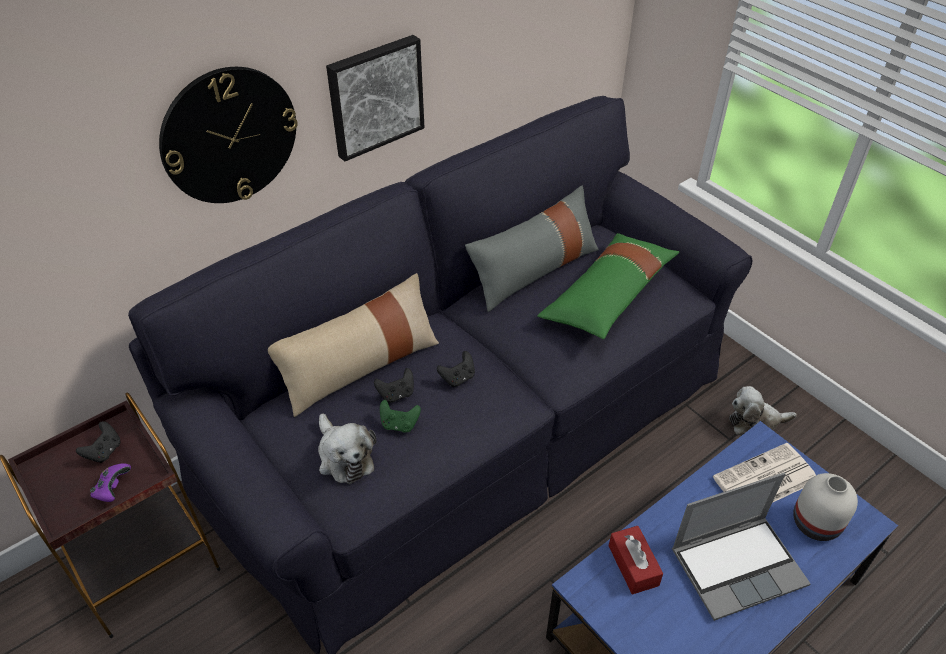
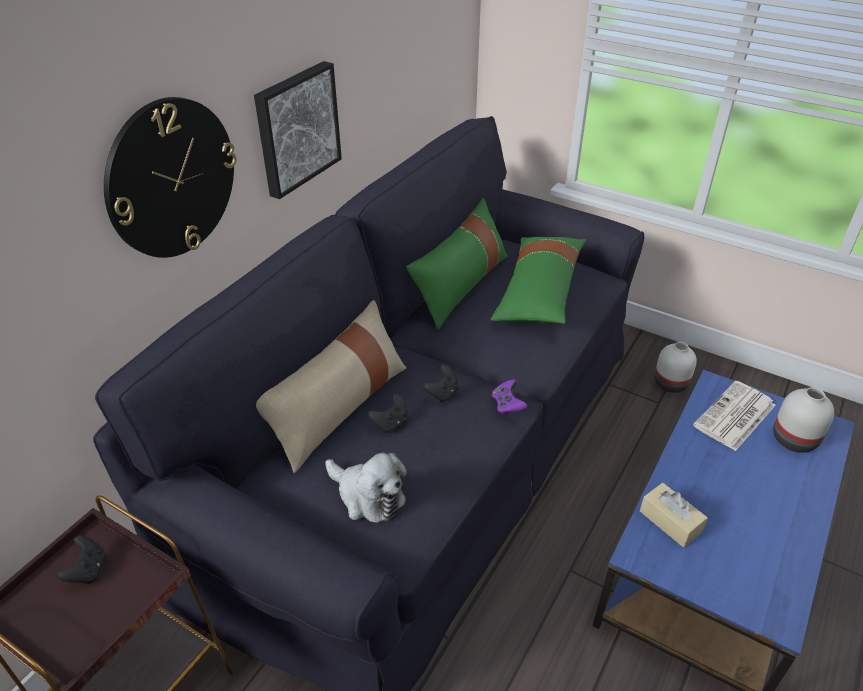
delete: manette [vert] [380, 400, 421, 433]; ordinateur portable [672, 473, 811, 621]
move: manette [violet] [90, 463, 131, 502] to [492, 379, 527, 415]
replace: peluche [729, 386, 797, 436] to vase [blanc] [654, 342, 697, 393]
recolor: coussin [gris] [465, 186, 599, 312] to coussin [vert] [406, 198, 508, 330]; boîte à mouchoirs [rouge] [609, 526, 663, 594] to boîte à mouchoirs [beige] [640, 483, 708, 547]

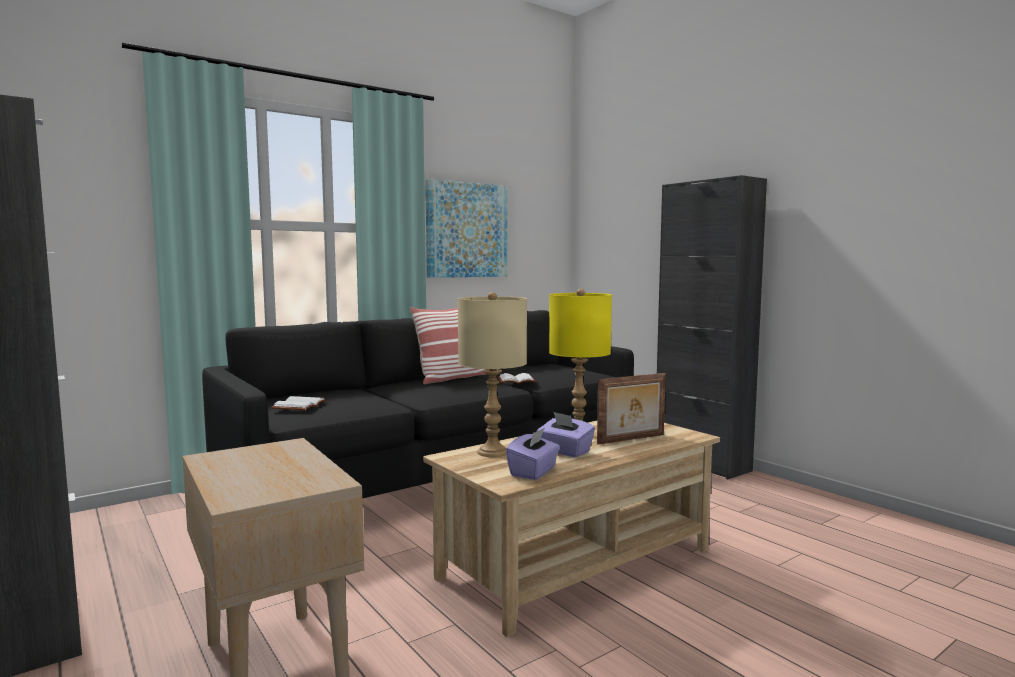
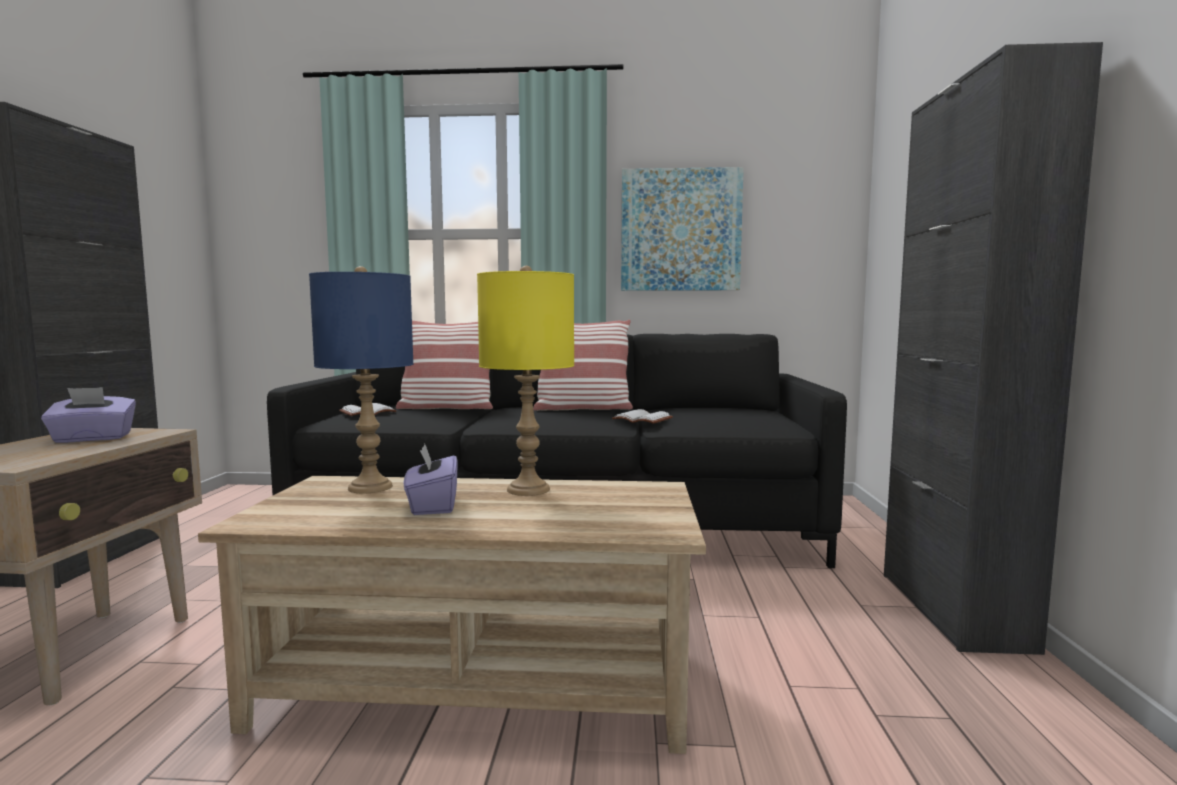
delete: cadre photo [597, 373, 666, 445]
insert: coussin [396, 321, 493, 409]
move: boîte à mouchoirs [violet] [506, 428, 560, 480] to [41, 387, 136, 443]
recolor: lampe de table [beige] [458, 292, 527, 457] to lampe de table [bleu] [309, 266, 414, 493]

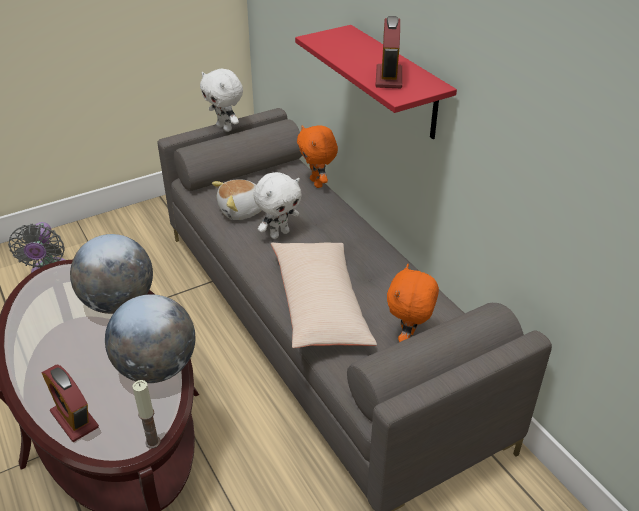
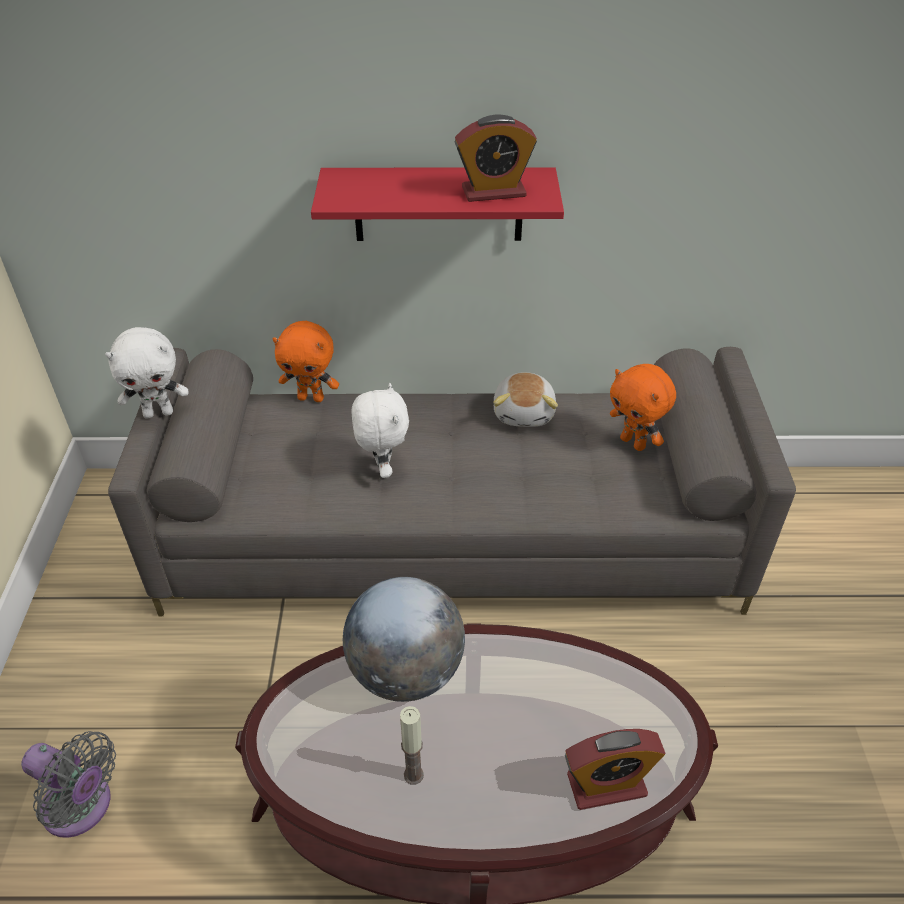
delete: globe [105, 294, 195, 383]; coussin [beige] [271, 242, 377, 348]
move: bougie [132, 380, 161, 448] to [400, 706, 424, 785]; peluche [212, 179, 262, 220] to [493, 372, 558, 427]
rotate: réveil [375, 16, 402, 88] = [455, 114, 537, 202] 45 degrees counterclockwise

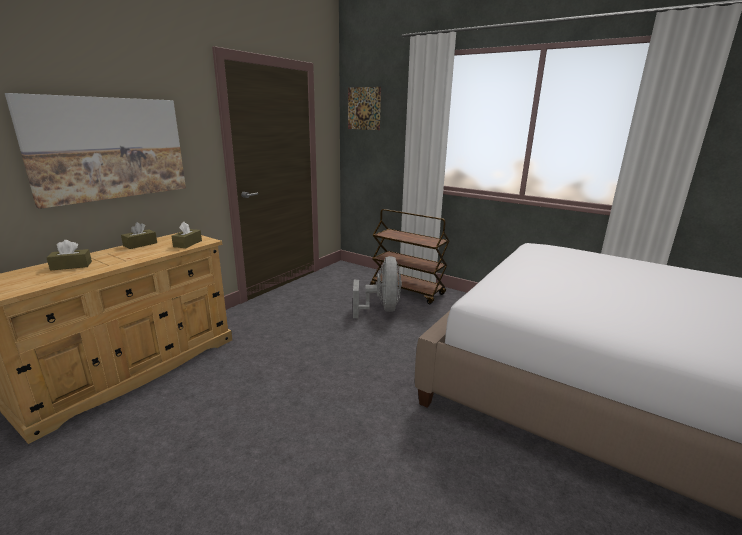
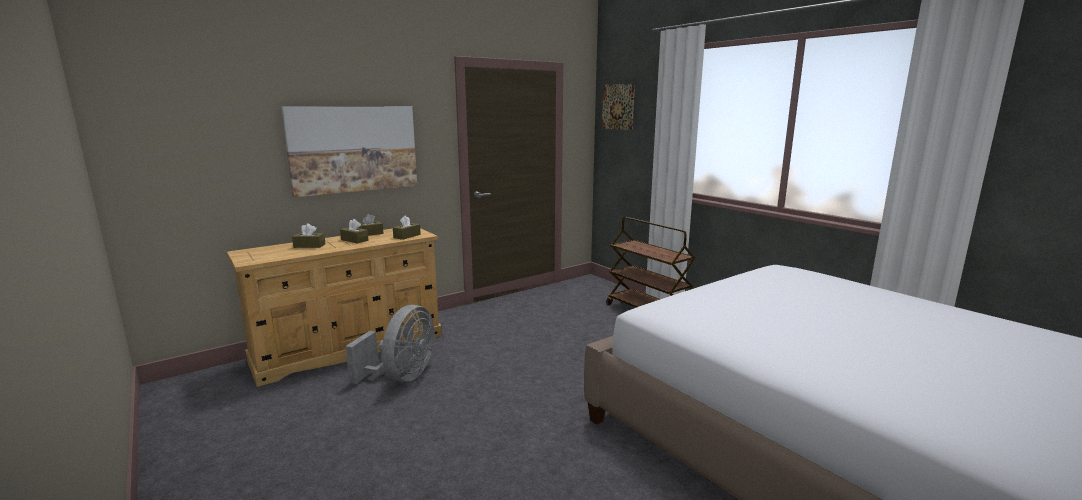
insert: boîte à mouchoirs [marron] [340, 219, 369, 244]
move: ventilateur [gris] [353, 256, 402, 318] to [345, 305, 434, 384]

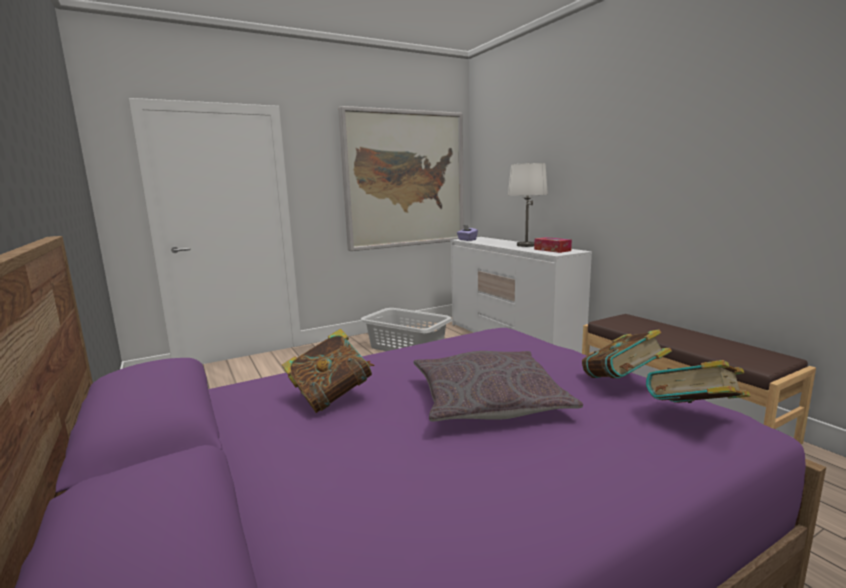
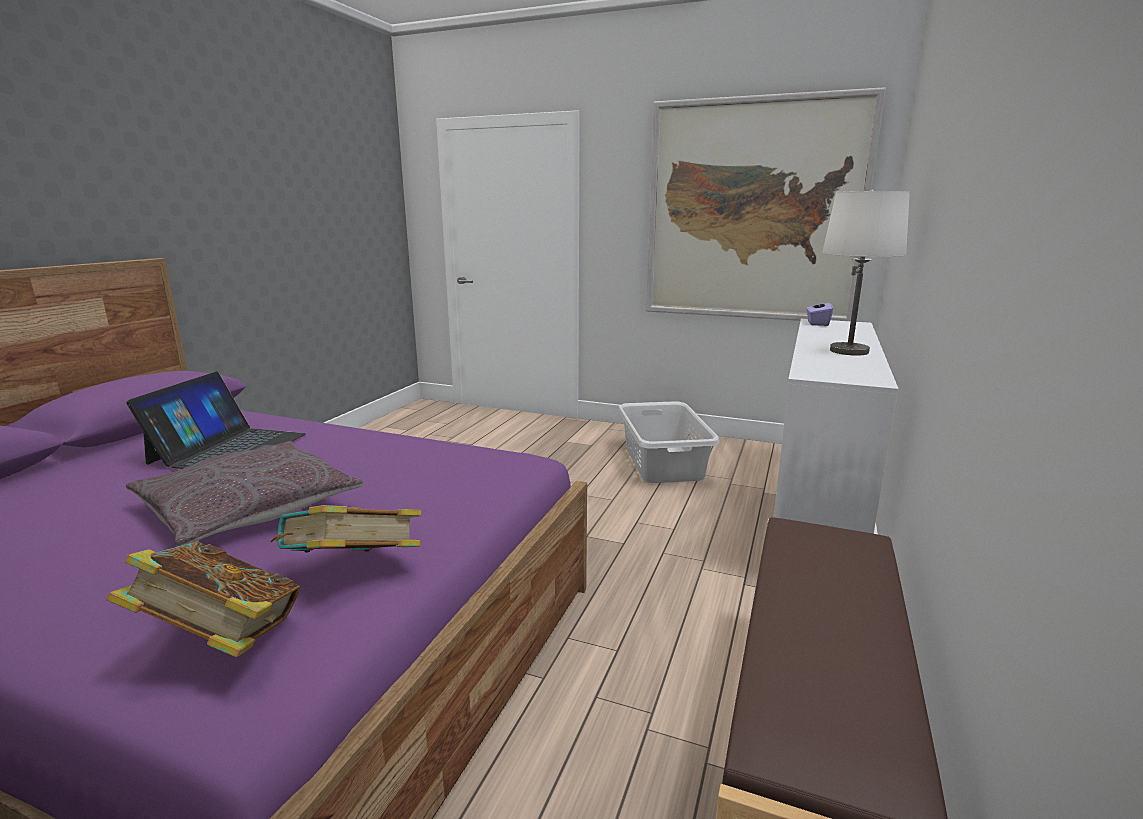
delete: boîte à mouchoirs [534, 237, 572, 253]
replace: livre [282, 329, 375, 413] to ordinateur portable [126, 372, 306, 469]

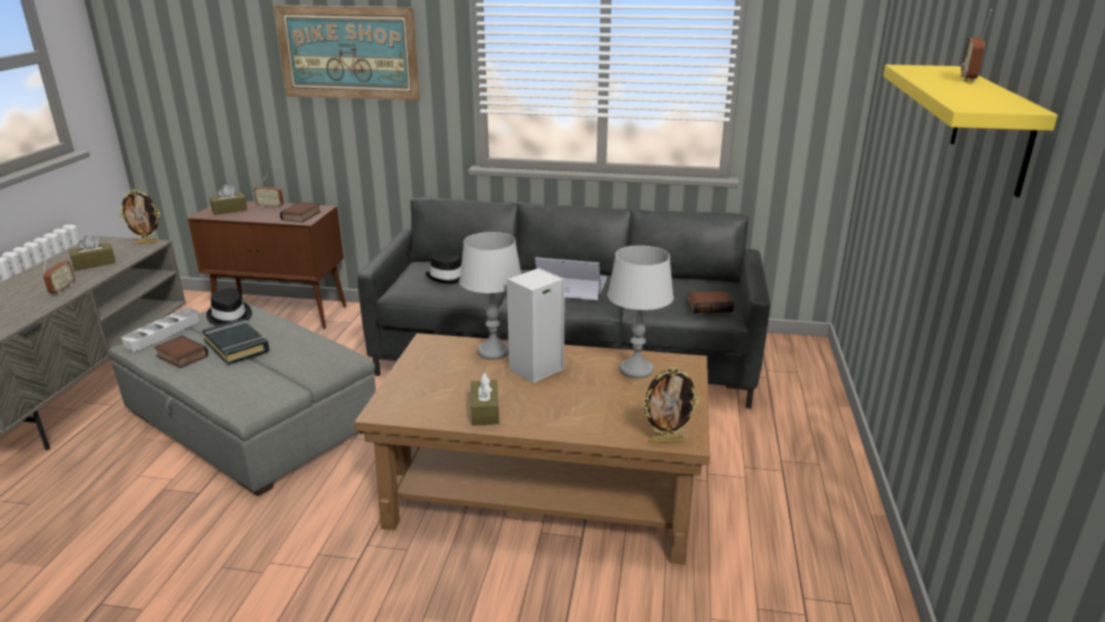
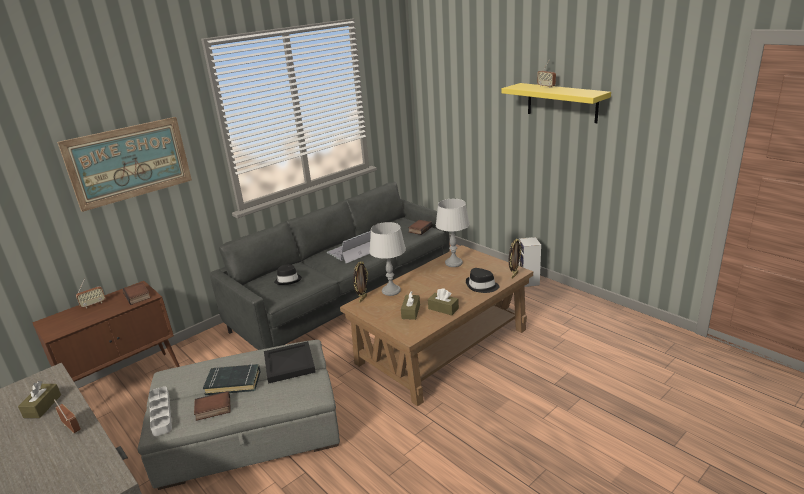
insert: plateau [noir] [264, 341, 316, 384]
move: cadre photo [119, 189, 160, 244] to [353, 261, 368, 303]; chapeau [noir] [206, 288, 252, 326] to [466, 268, 500, 293]; boîte à mouchoirs [marron] [210, 184, 247, 215] to [401, 291, 420, 320]; enceinte [507, 268, 565, 384] to [519, 237, 541, 287]

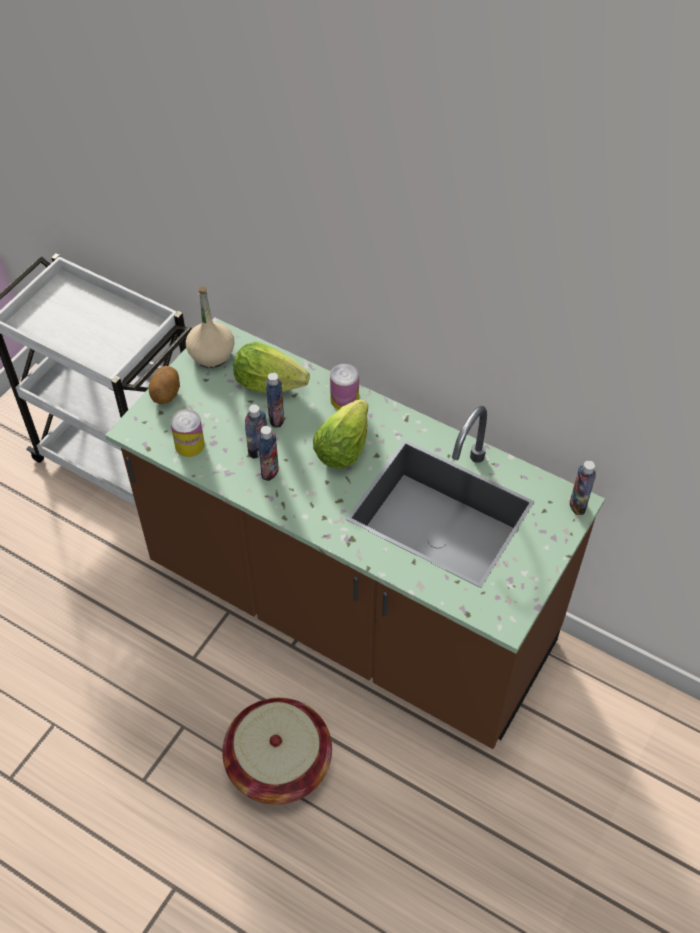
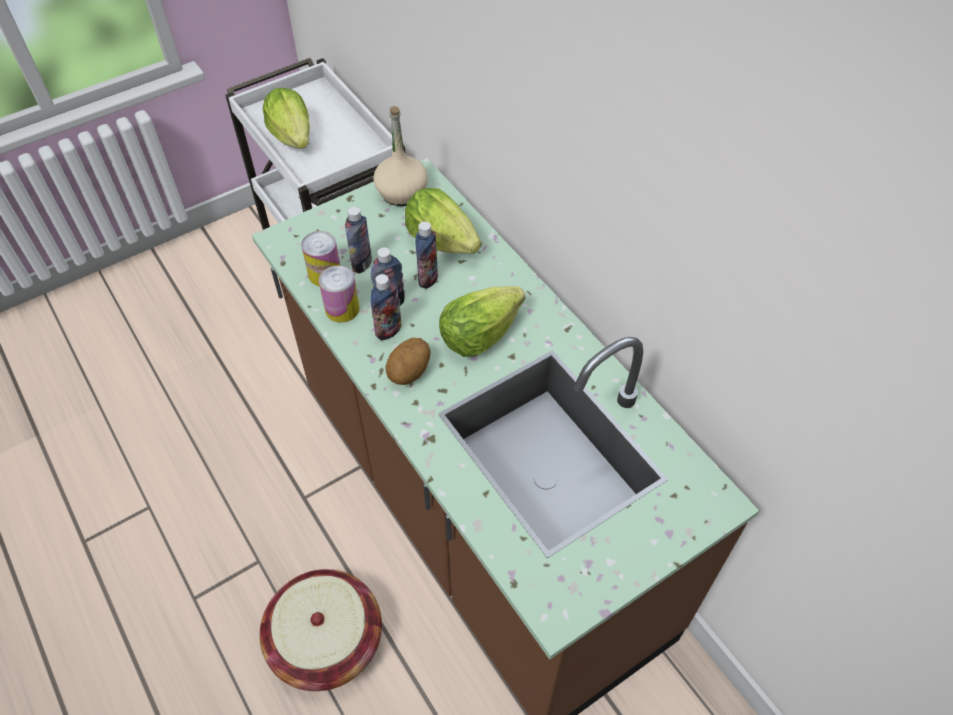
insert: laitue [263, 88, 310, 149]
move: pomme de terre [149, 366, 180, 404] to [385, 338, 431, 385]; boîte métallique [330, 364, 359, 410] to [319, 266, 360, 323]; bouteille [570, 461, 596, 515] to [345, 207, 372, 274]

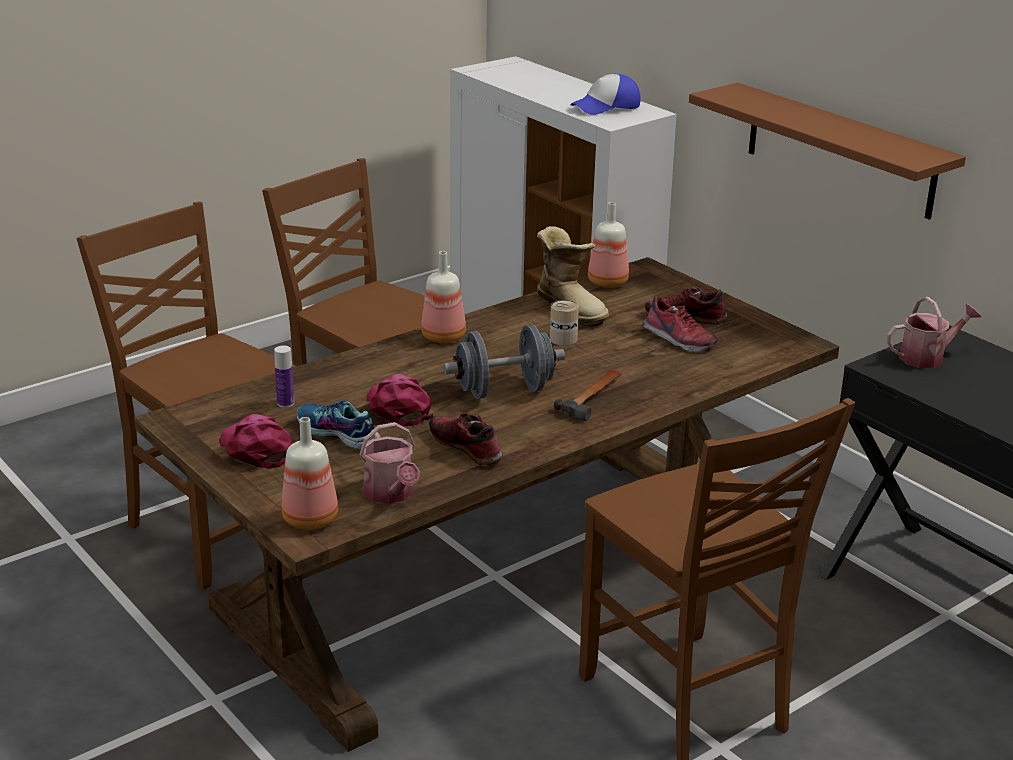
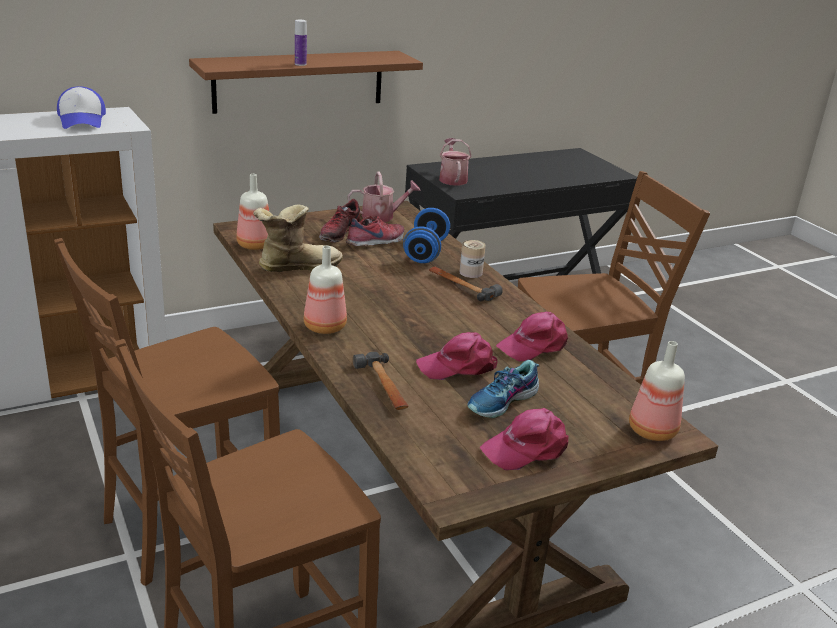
delete: haltère [gris] [443, 325, 565, 399]
insert: marteau [352, 352, 409, 410]; haltère [bleu] [403, 208, 450, 263]
move: bouteille [274, 346, 294, 408] to [295, 20, 307, 66]; arrosoir [359, 422, 420, 504] to [348, 172, 421, 222]; boîte métallique [550, 300, 579, 346] to [459, 240, 486, 278]
replace: chaussure [429, 413, 504, 465] to casquette [rose] [496, 312, 568, 362]

